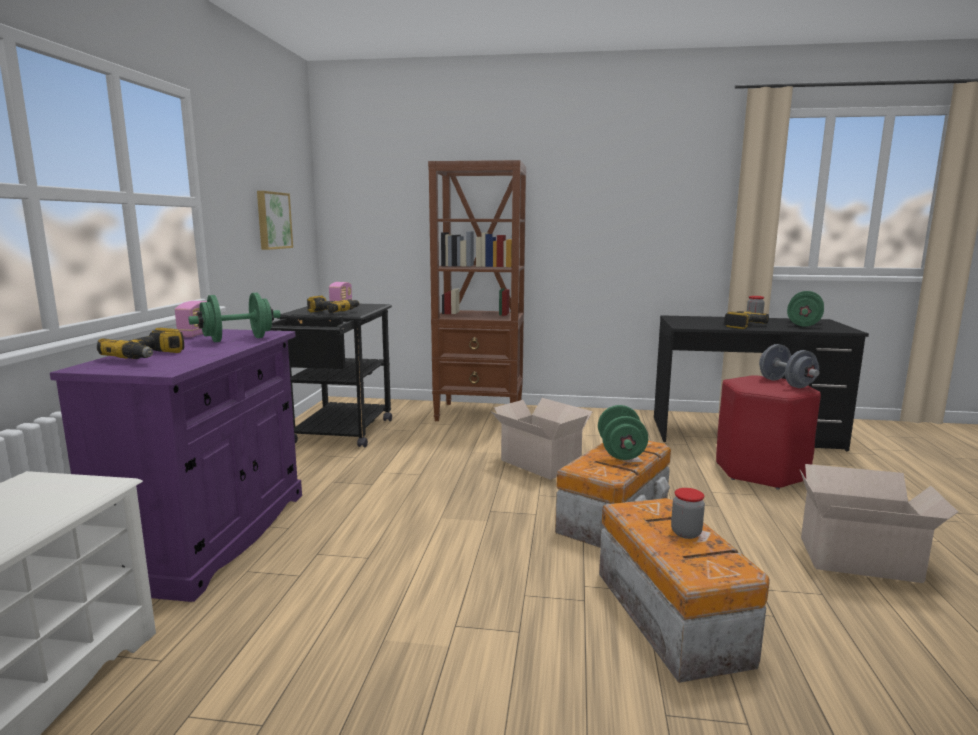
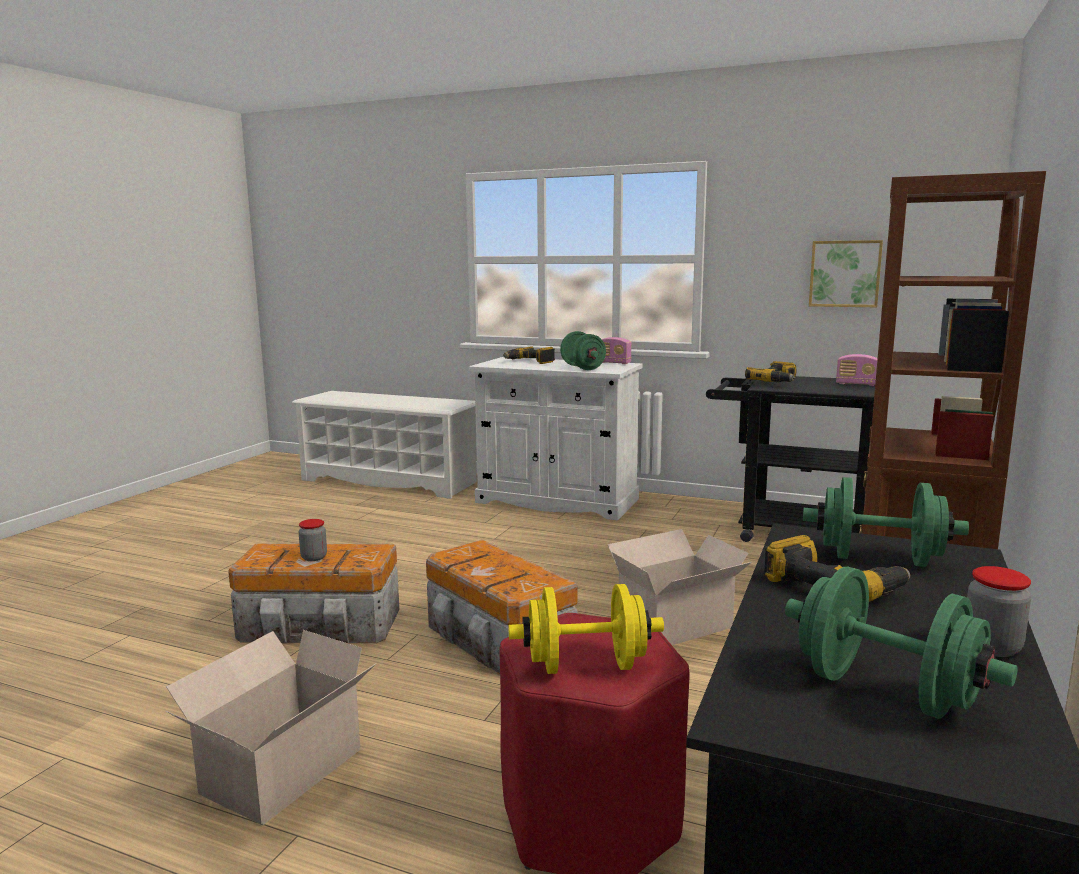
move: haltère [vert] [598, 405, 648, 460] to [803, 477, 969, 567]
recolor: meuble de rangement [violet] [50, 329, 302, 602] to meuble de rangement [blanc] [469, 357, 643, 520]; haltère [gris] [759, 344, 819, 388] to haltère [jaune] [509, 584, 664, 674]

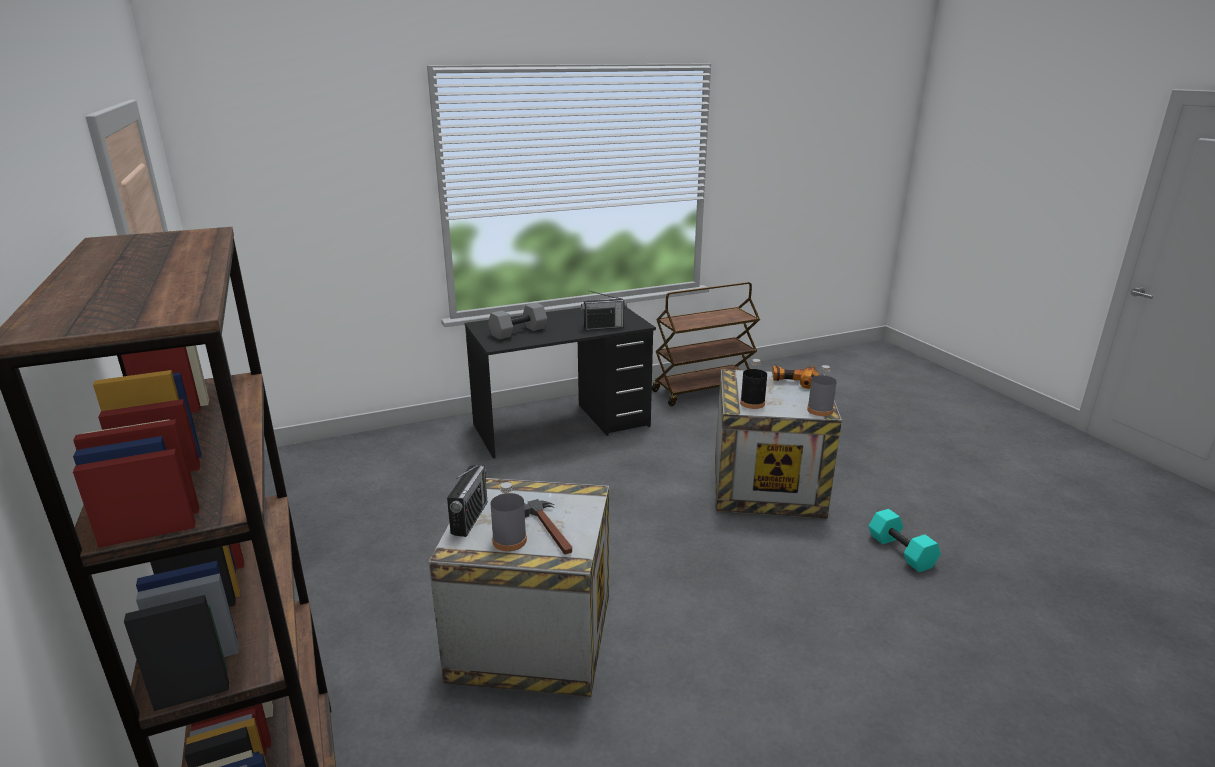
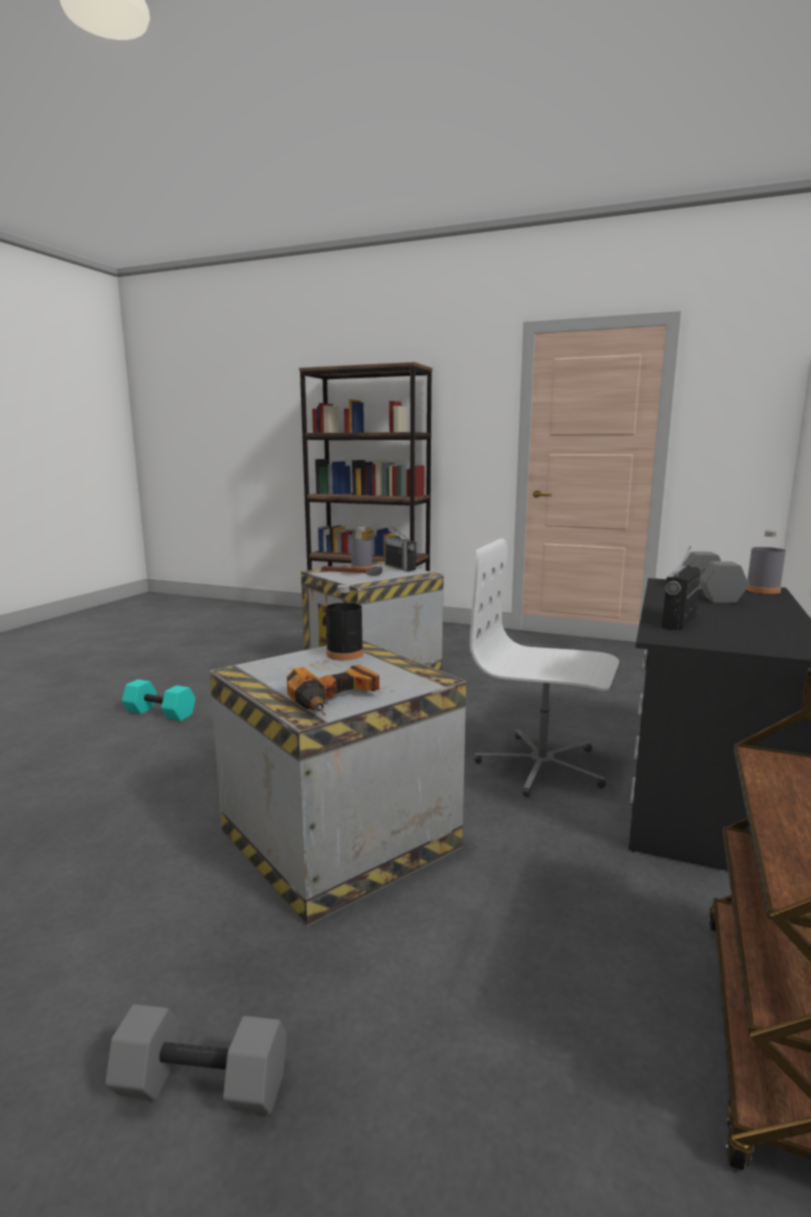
insert: haltère [gris] [105, 1004, 287, 1114]; chaise de bureau [blanc] [470, 538, 619, 797]
move: bouteille [gris] [807, 365, 837, 416] to [746, 531, 786, 594]; haltère [turquoise] [868, 509, 941, 572] to [122, 679, 196, 721]

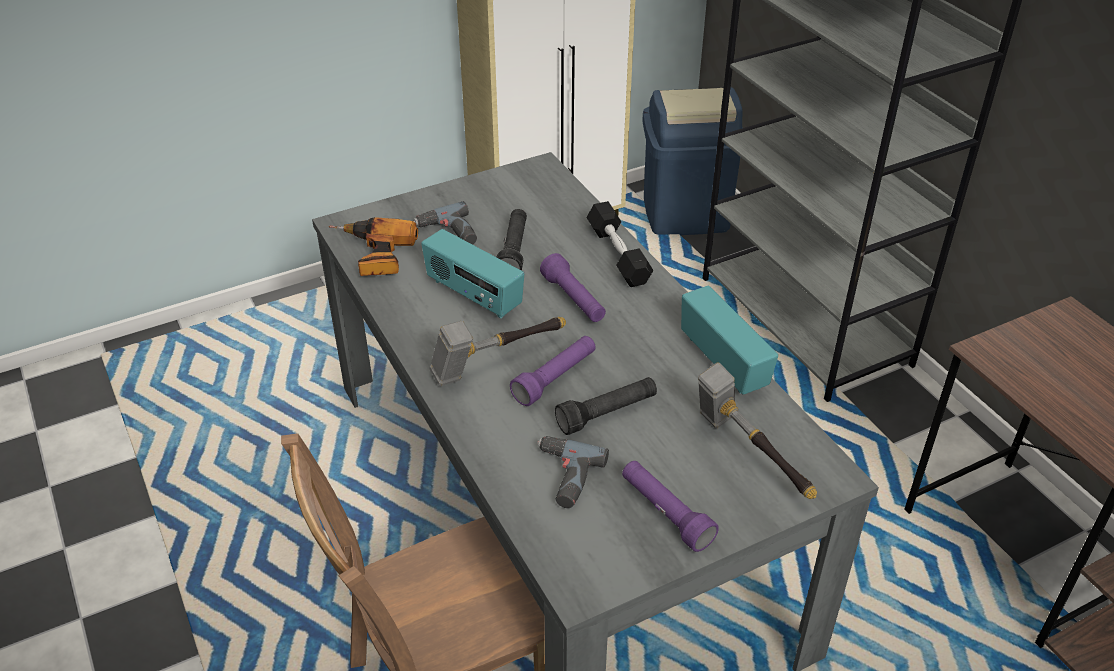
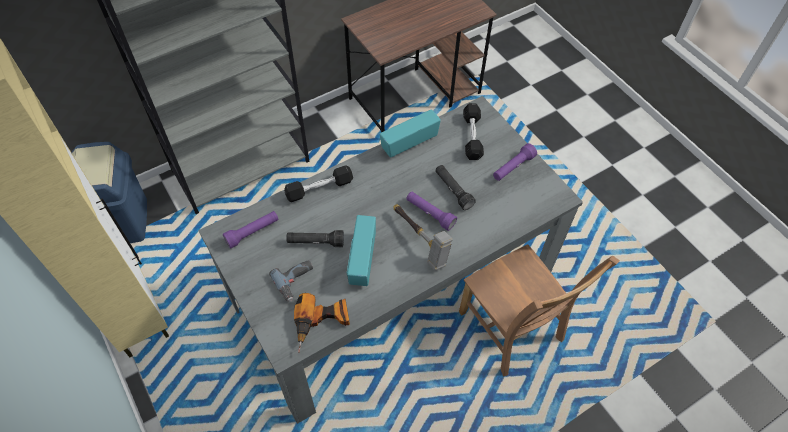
delete: perceuse [537, 436, 609, 508]
move: lampe de poche [violet] [540, 253, 606, 322] to [223, 211, 278, 248]
replace: marteau [698, 363, 817, 499] to haltère [noir] [463, 103, 484, 160]
rotate: radio [421, 229, 524, 319] = [347, 215, 376, 286] 150 degrees clockwise

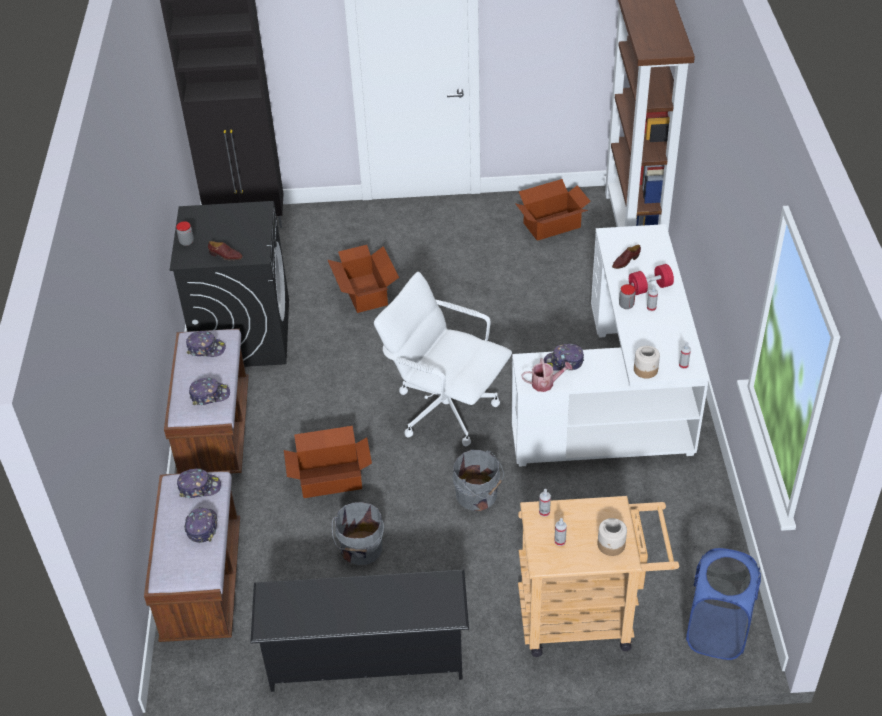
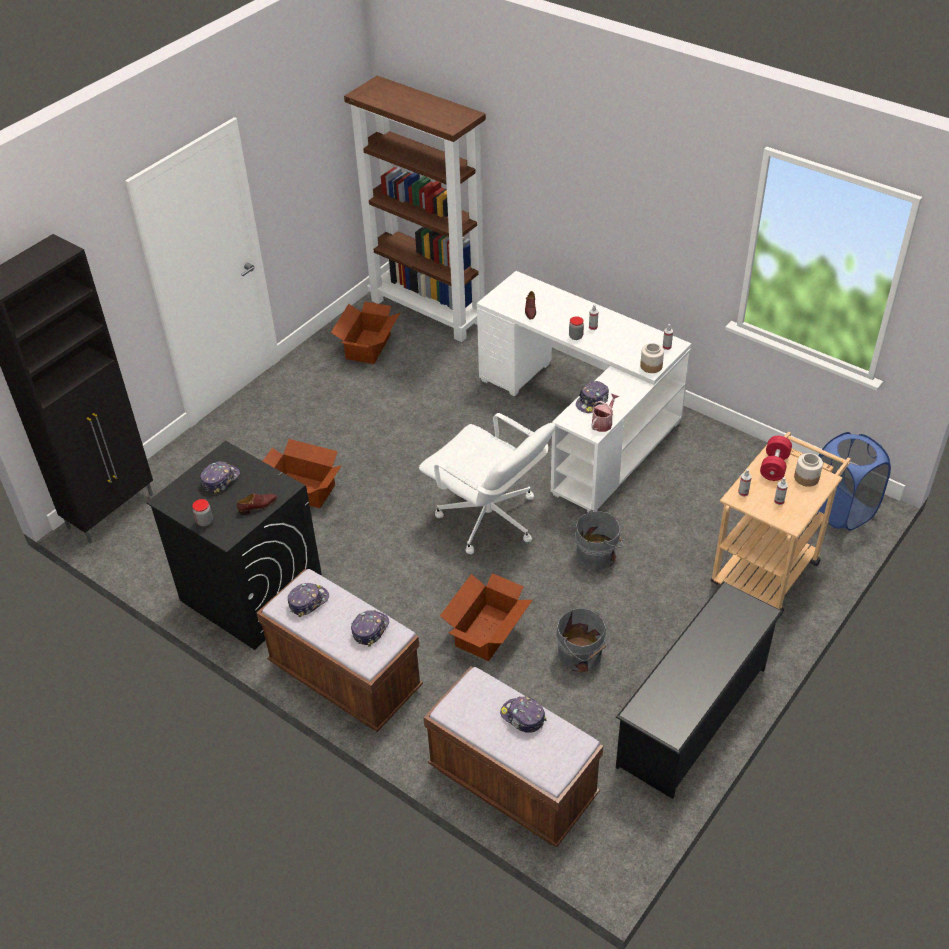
move: casquette [177, 468, 221, 498] to [200, 461, 240, 494]; haltère [rouge] [629, 264, 674, 295] to [760, 436, 792, 481]
rotate: chaise de bureau [blanc] [374, 272, 512, 446] = [419, 413, 555, 554] 120 degrees counterclockwise

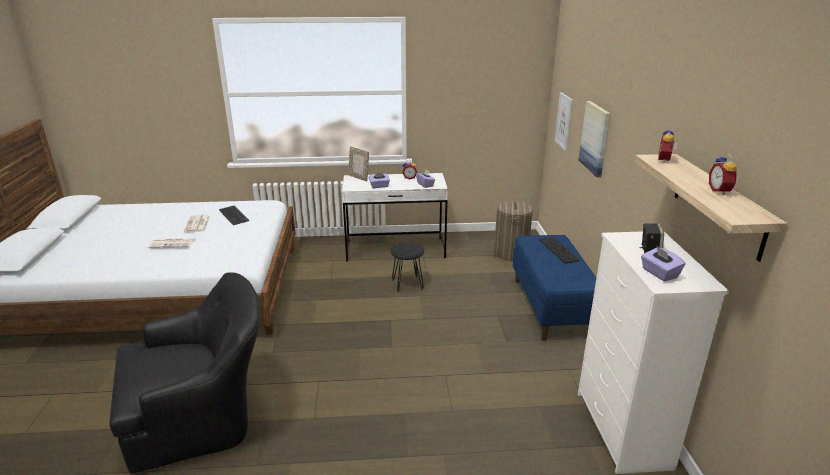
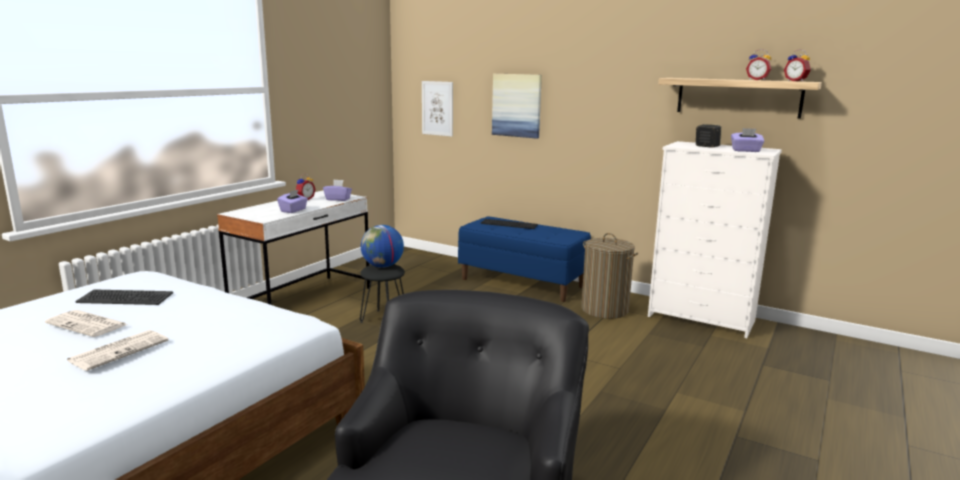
delete: cadre photo [348, 146, 369, 181]
insert: globe [361, 225, 404, 268]
move: panier à linge [494, 199, 533, 261] to [581, 233, 638, 319]; réveil [658, 126, 678, 163] to [784, 49, 811, 82]

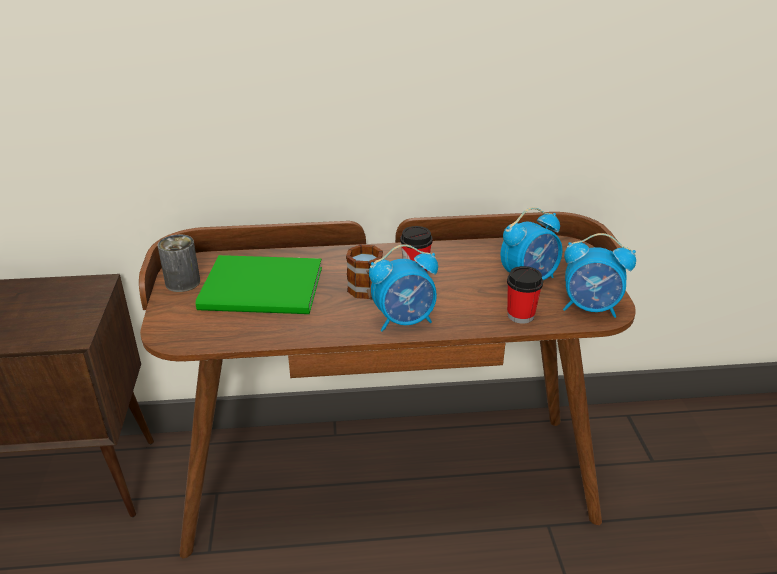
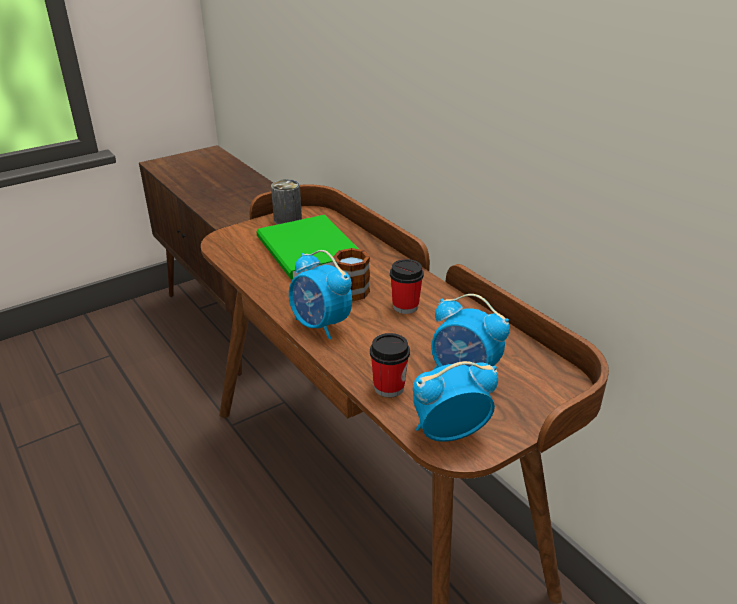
rotate: réveil [563, 233, 636, 318] = [413, 361, 498, 442] 90 degrees clockwise

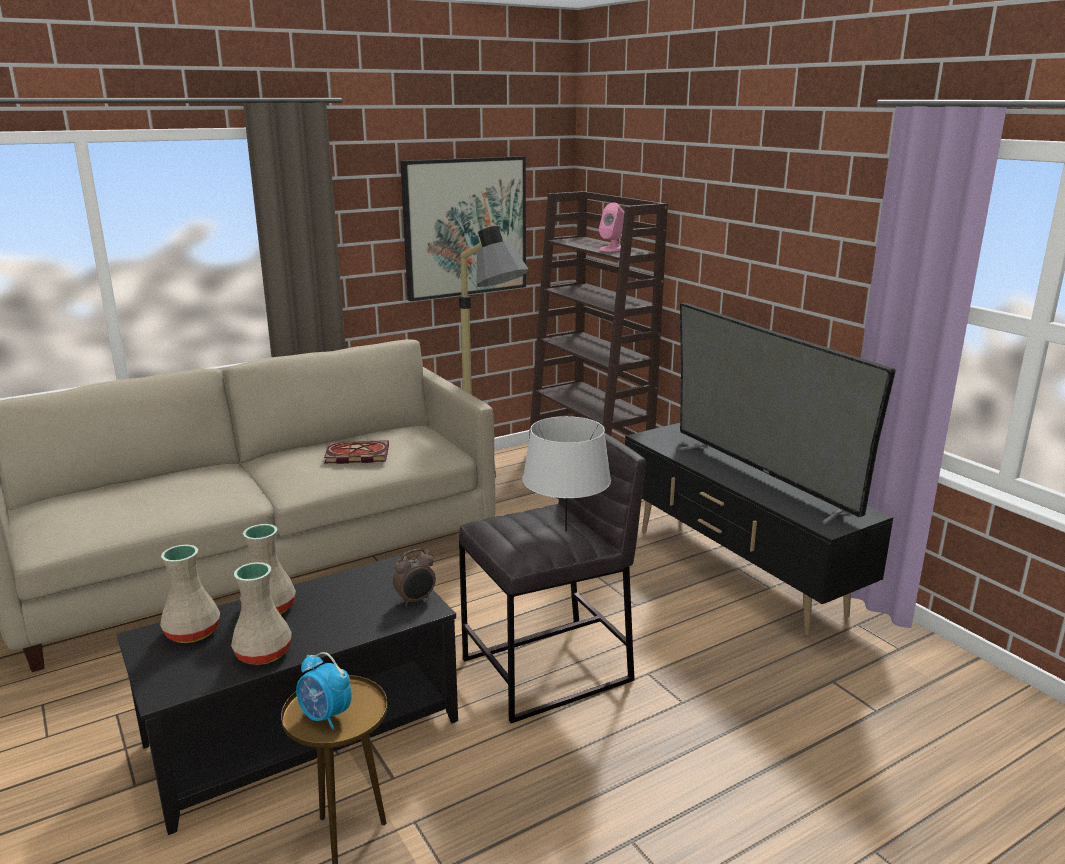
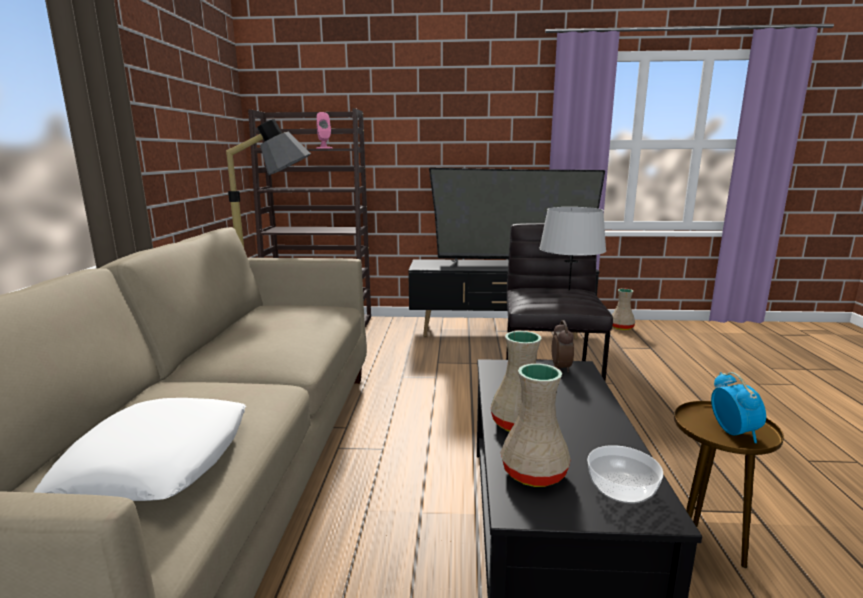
delete: livre [324, 440, 389, 464]; tableau [400, 156, 526, 301]
insert: coussin [blanc] [34, 398, 246, 501]; bol [587, 445, 663, 503]
move: vase [beige] [231, 562, 292, 665] to [612, 289, 635, 330]
rotate: réveil [296, 652, 352, 729] = [711, 372, 766, 443] 75 degrees counterclockwise

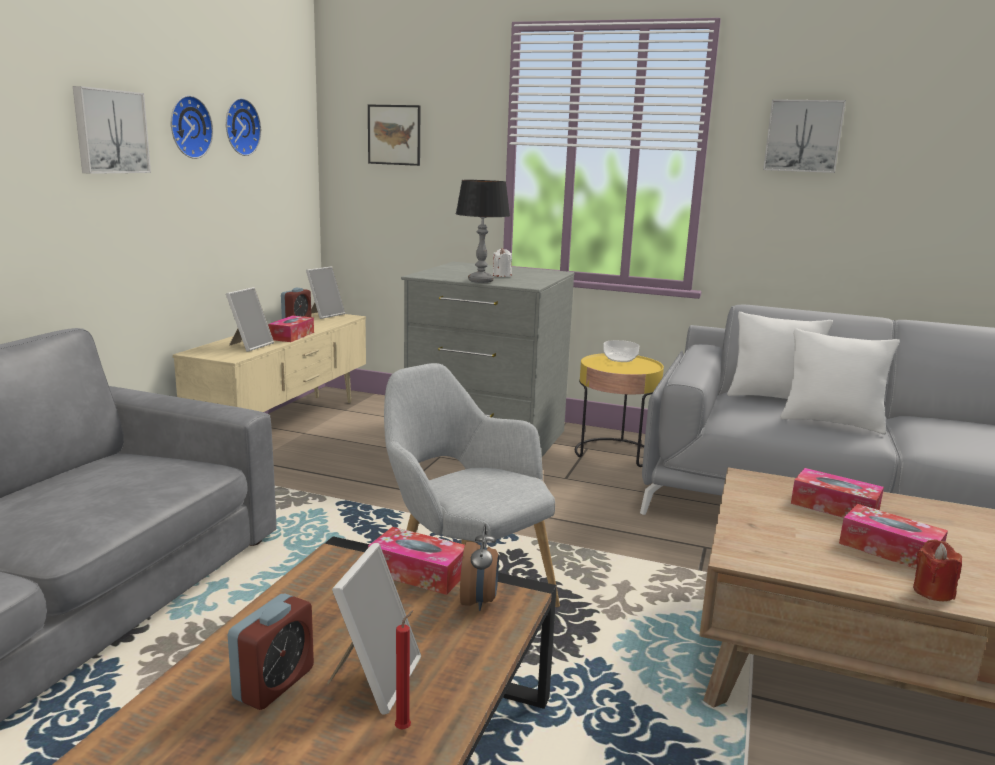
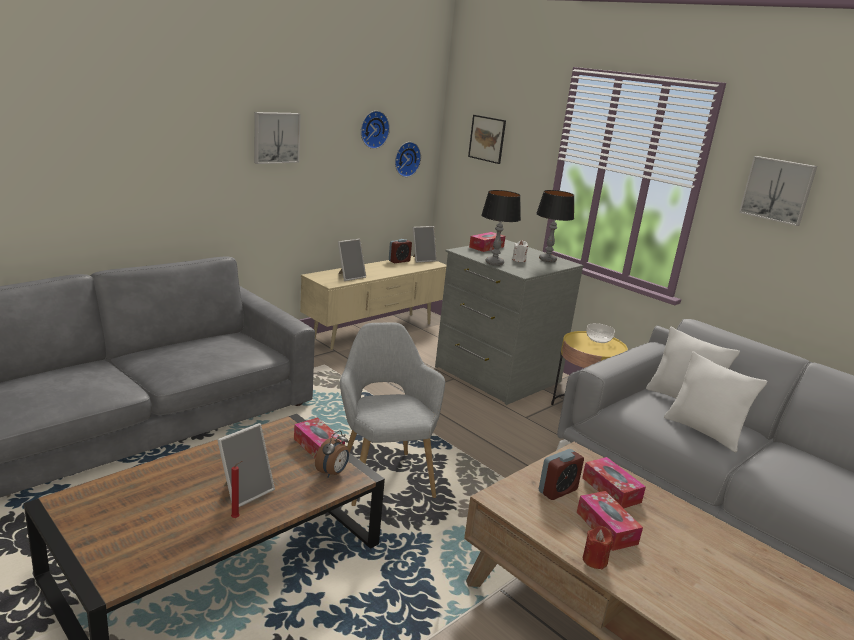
insert: lampe de table [536, 190, 575, 262]
move: horloge murale [171, 95, 213, 159] to [395, 142, 421, 177]; réveil [228, 593, 314, 710] to [539, 449, 584, 500]; boîte à mouchoirs [268, 315, 314, 342] to [469, 232, 505, 252]

